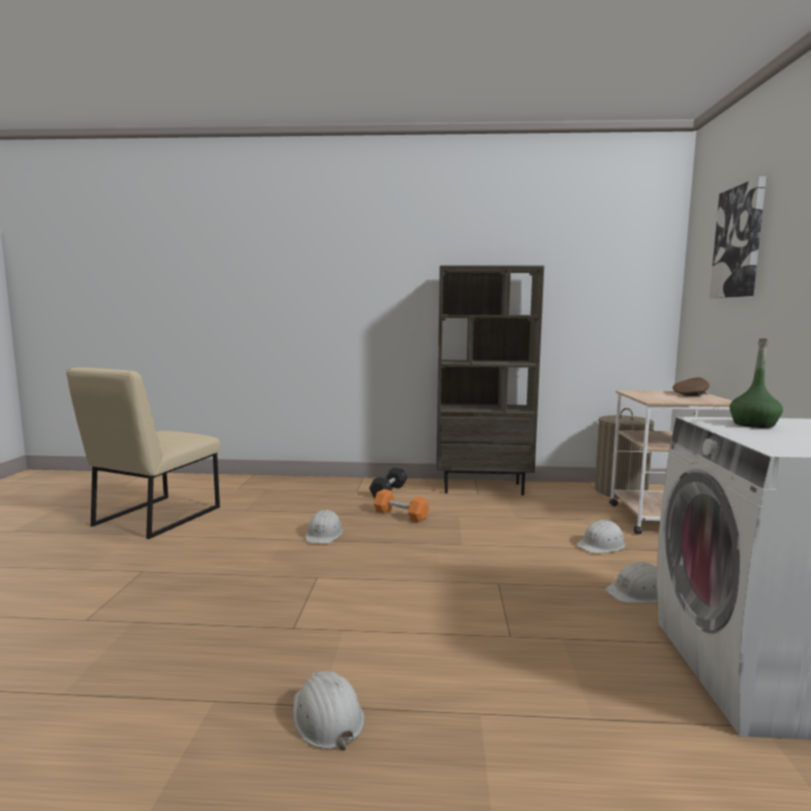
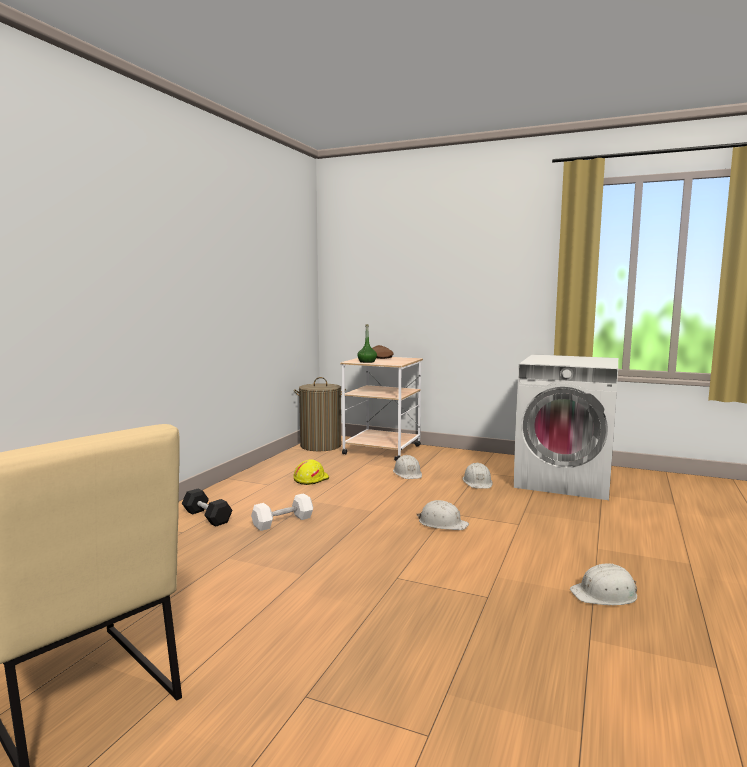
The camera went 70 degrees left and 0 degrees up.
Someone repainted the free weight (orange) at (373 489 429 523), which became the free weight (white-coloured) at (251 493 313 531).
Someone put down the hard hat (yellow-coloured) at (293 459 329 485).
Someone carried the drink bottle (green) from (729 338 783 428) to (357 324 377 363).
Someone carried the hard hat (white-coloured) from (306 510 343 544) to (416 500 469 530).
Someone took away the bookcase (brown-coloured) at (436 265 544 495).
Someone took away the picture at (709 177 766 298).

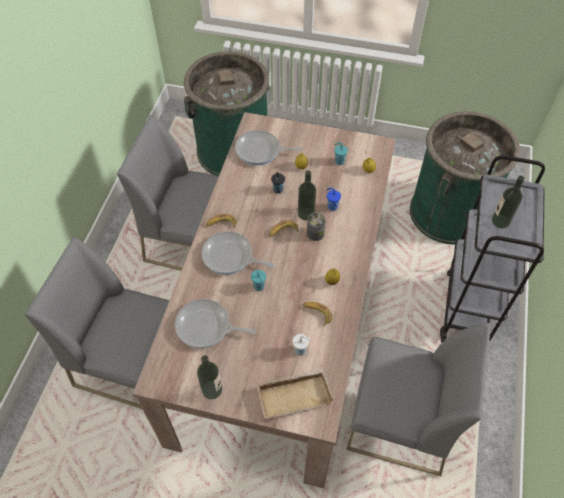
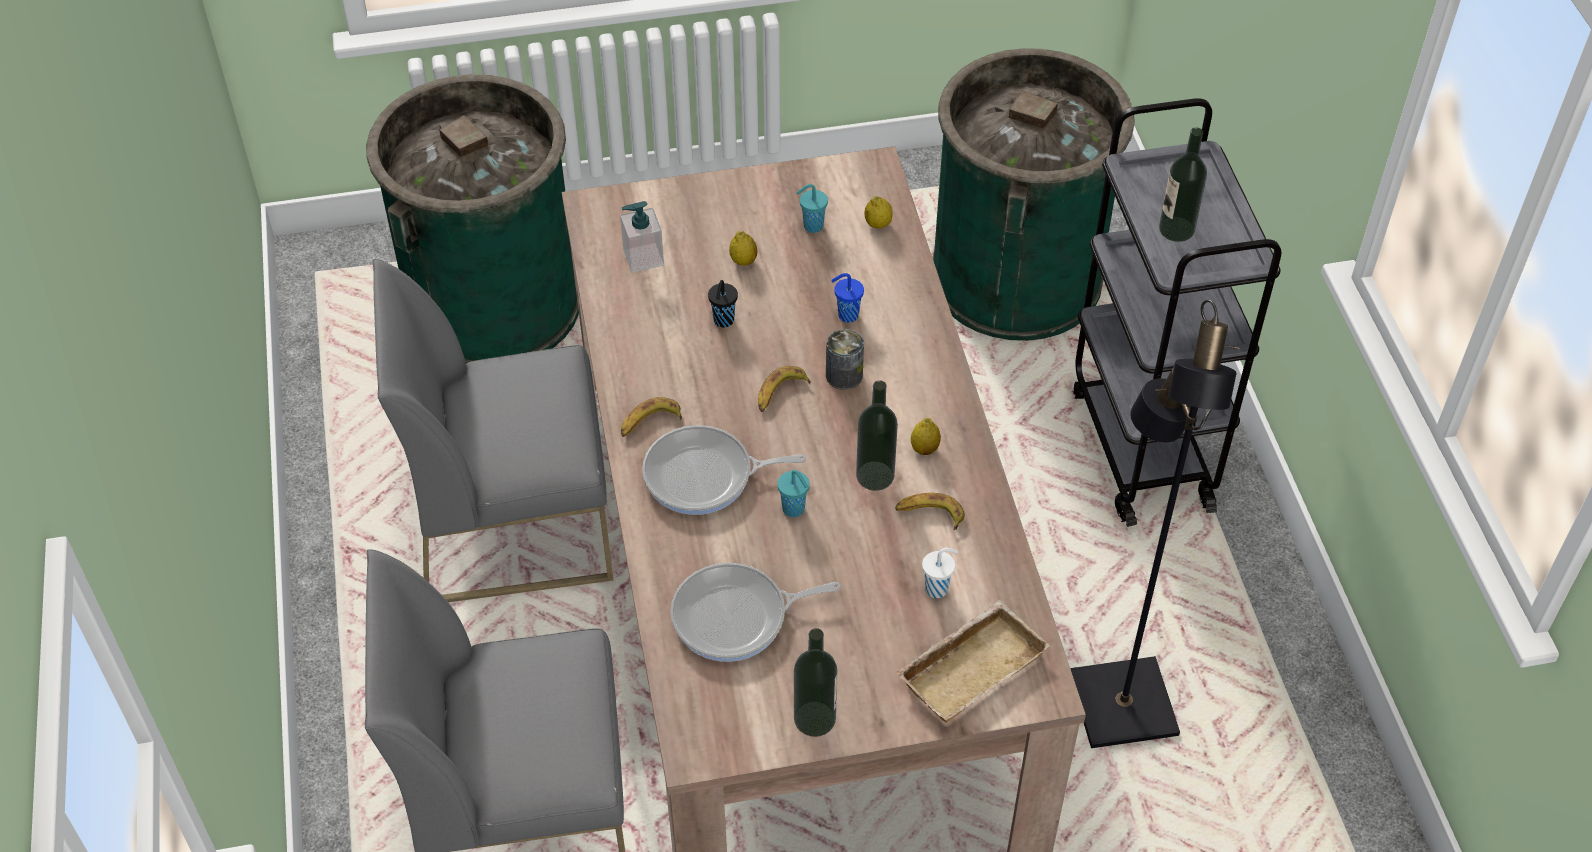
The camera went 25 degrees left and 5 degrees down.
Someone swapped the frying pan at (235 130 303 165) for the liquid soap bottle at (620 201 664 273).
Someone carried the drink bottle from (298 170 316 220) to (856 380 898 491).
Someone swapped the plain chair (greyish) at (346 323 491 476) for the standing lamp (black-coloured) at (1070 299 1240 748).

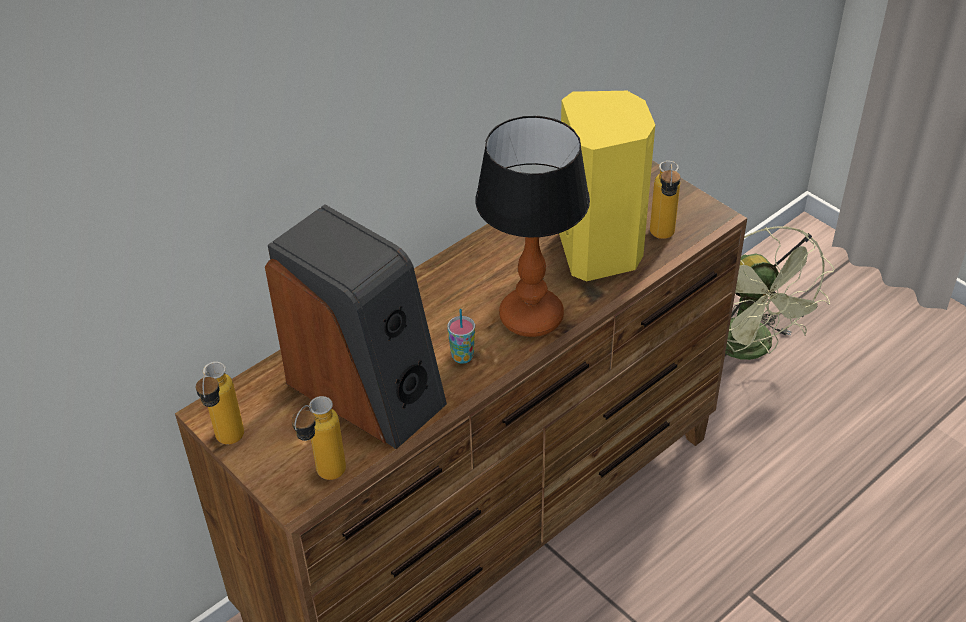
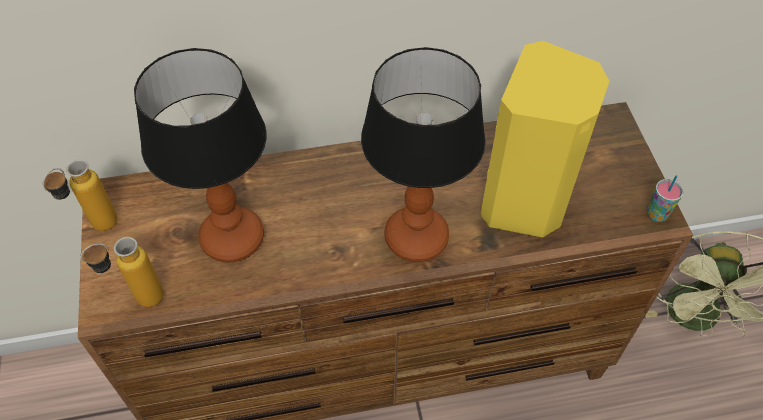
The camera went 30 degrees right and 10 degrees up.
Someone swapped the speaker at (265 204 447 449) for the table lamp at (134 48 267 263).
Someone carried the small cup from (447 309 475 364) to (647 175 683 222).
Someone took away the drink bottle at (650 161 680 239).

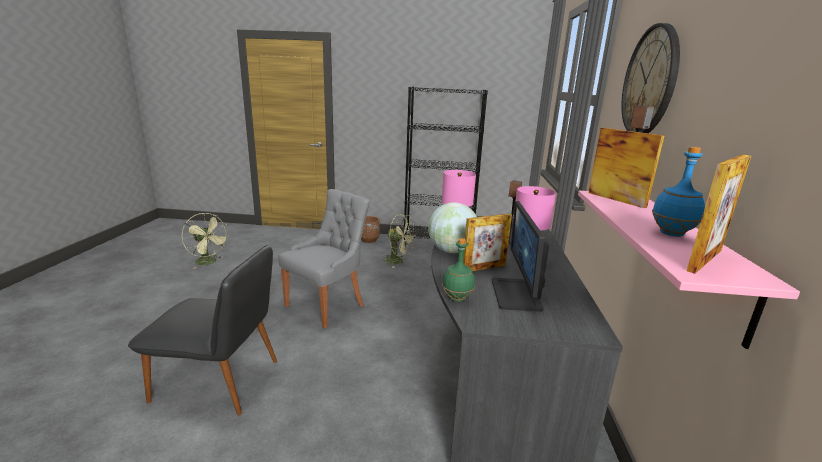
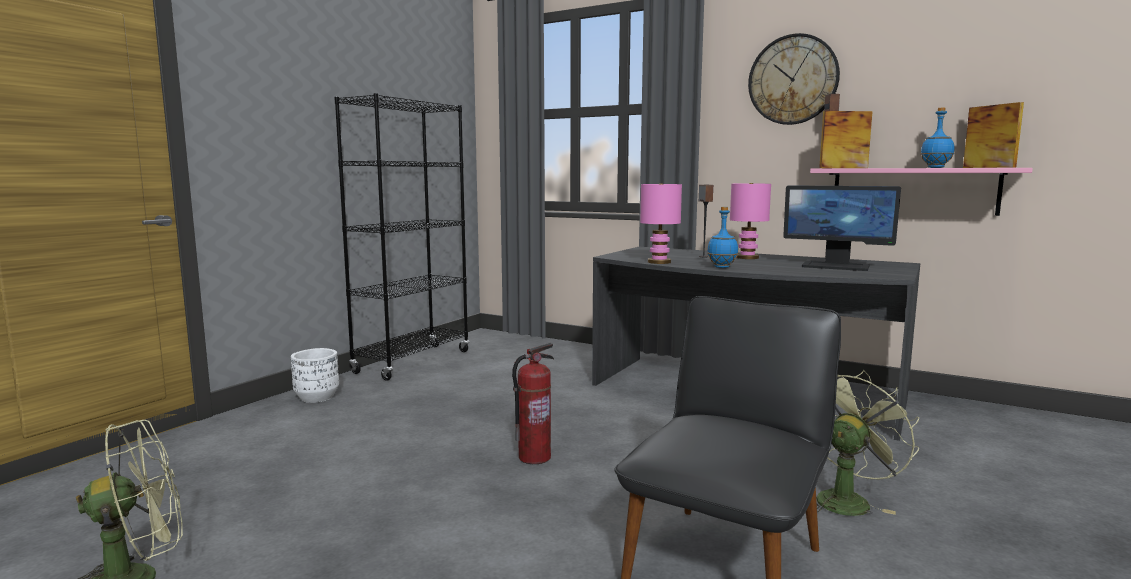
The camera went 65 degrees left and 10 degrees down.
Someone repainted the plant pot (brown-coloured) at (361 216 380 243), which became the plant pot (white-coloured) at (291 348 339 403).
Someone swapped the plain chair (greyish) at (278 189 370 328) for the fire-fighting cylinder at (512 343 554 464).
Someone swapped the globe at (428 202 477 253) for the drink bottle (blue) at (707 207 738 268).
Someone carried the cooling fan (green) from (385 214 415 268) to (816 370 919 516).
Someone took away the drink bottle (green) at (442 238 475 302).
Someone took away the picture frame at (463 214 512 271).

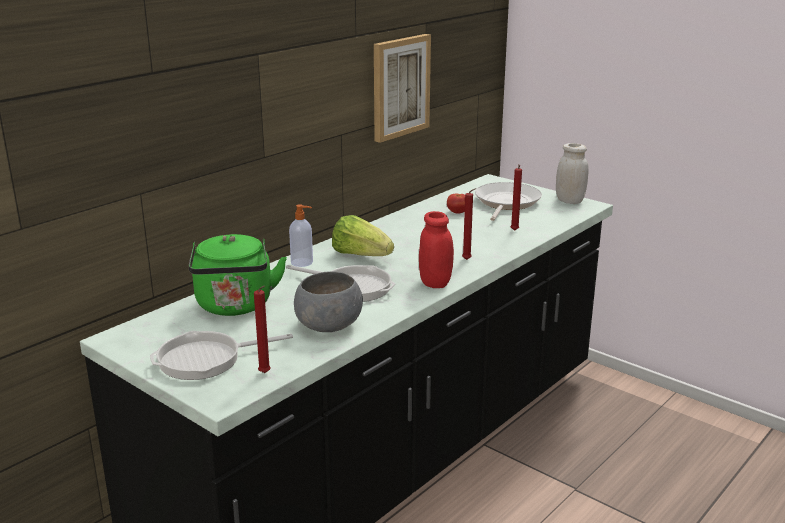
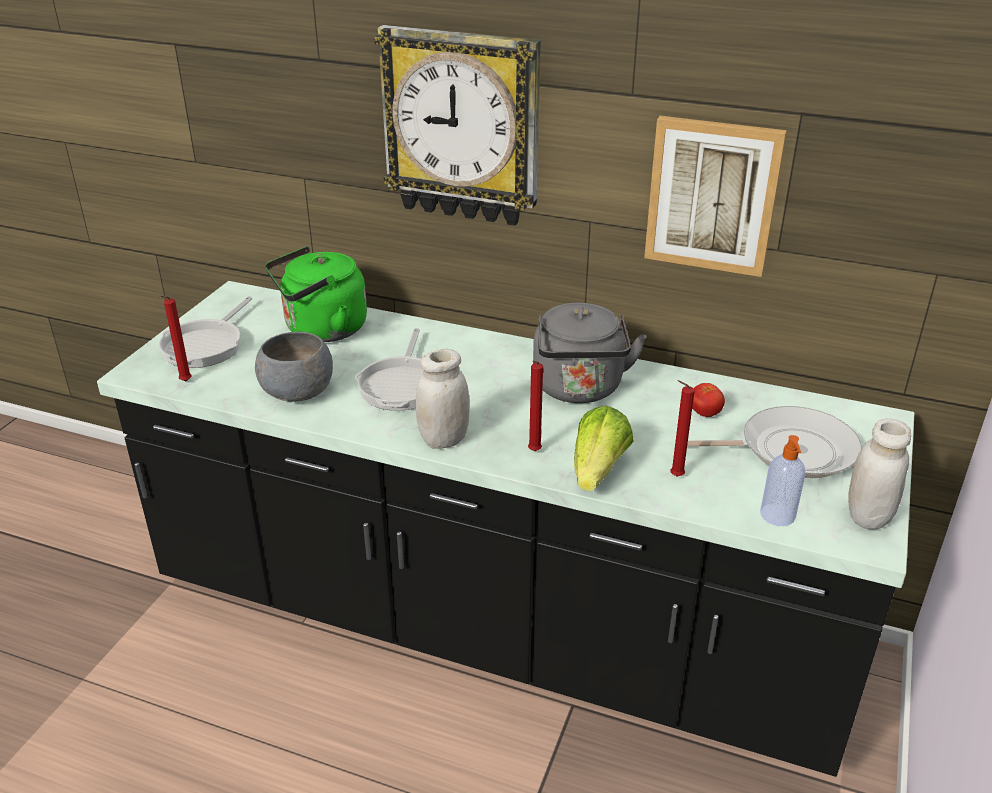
The camera went 70 degrees right and 10 degrees up.
Someone rotated the frying pan at (150 331 293 380) by 120 degrees counterclockwise.
Someone put up the clock on the wall at (374 25 541 226).
Someone repainted the storage jar (red) at (419 211 454 288), which became the storage jar (white-coloured) at (416 349 470 449).
Someone put down the tea kettle (greyish) at (533 303 647 403).
Someone carried the head of lettuce from (332 215 394 256) to (574 406 634 491).
Someone carried the liquid soap bottle from (289 204 313 267) to (760 435 805 526).

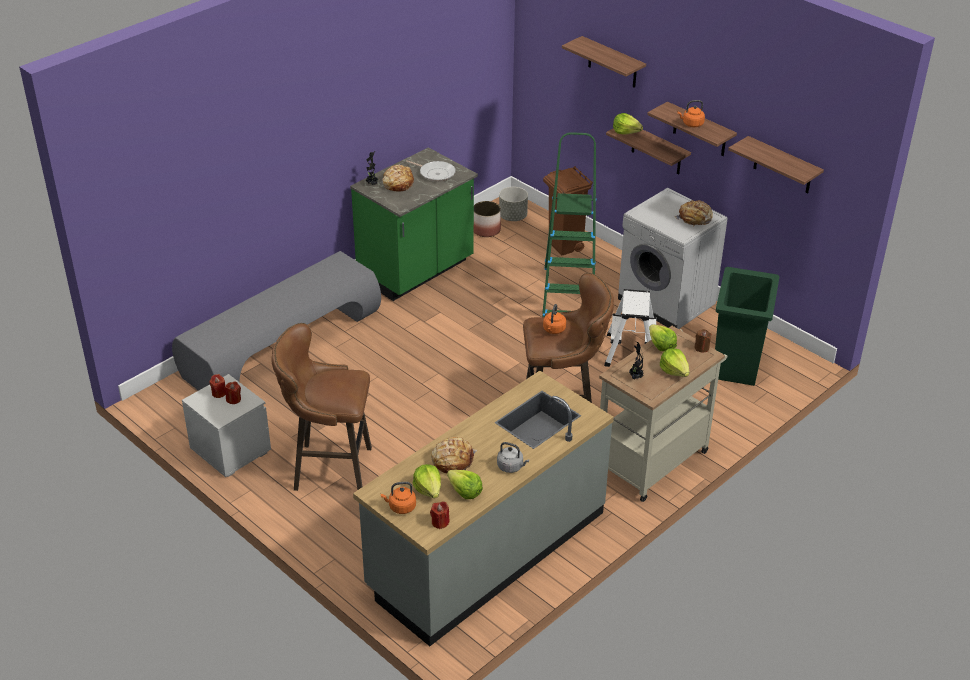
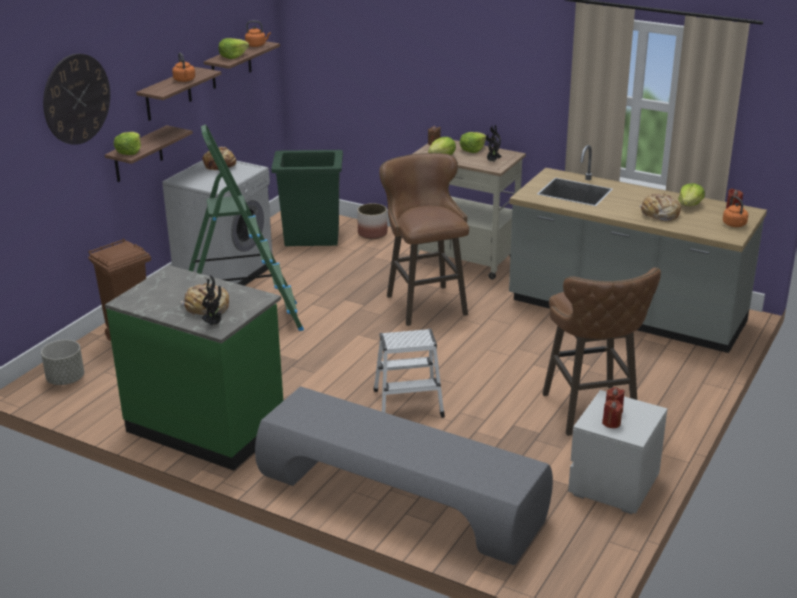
The camera went 105 degrees left and 10 degrees down.
Someone swapped the bracket shelf at (562 36 646 88) for the clock on the wall at (43 54 110 145).
Someone carried the head of lettuce from (412 464 441 498) to (219 38 249 59).
Someone carried the tea kettle (orange) from (543 304 566 334) to (245 21 271 47).
Someone carried the plant pot from (474 201 501 237) to (357 203 387 239).
Someone carried the step stool (white-coloured) from (604 289 657 367) to (373 329 445 418).
Someone took away the frying pan at (406 160 456 182).
Someone took away the tea kettle (greyish) at (497 442 529 473).

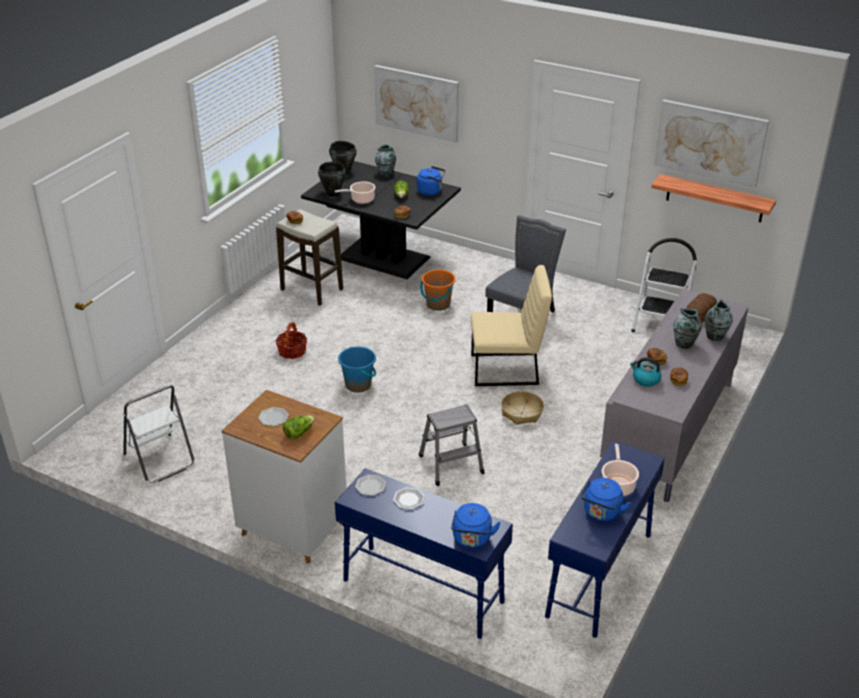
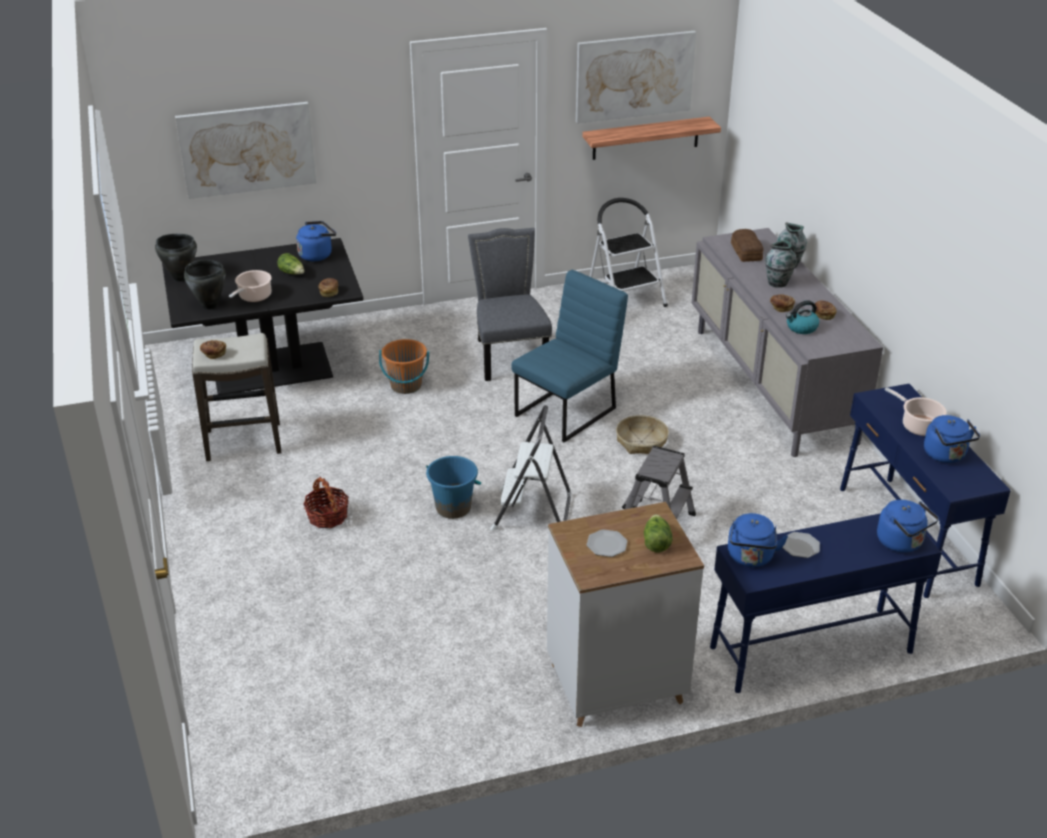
The camera went 45 degrees left and 0 degrees up.
Someone carried the step stool (white-coloured) from (122 385 196 487) to (490 405 572 530).
Someone repainted the plain chair (beige) at (471 265 552 386), which became the plain chair (blue) at (512 270 628 443).
Someone swapped the flat dish at (355 475 386 496) for the tea kettle (blue) at (728 513 788 567).
Someone took away the decorative vase at (375 144 396 177).

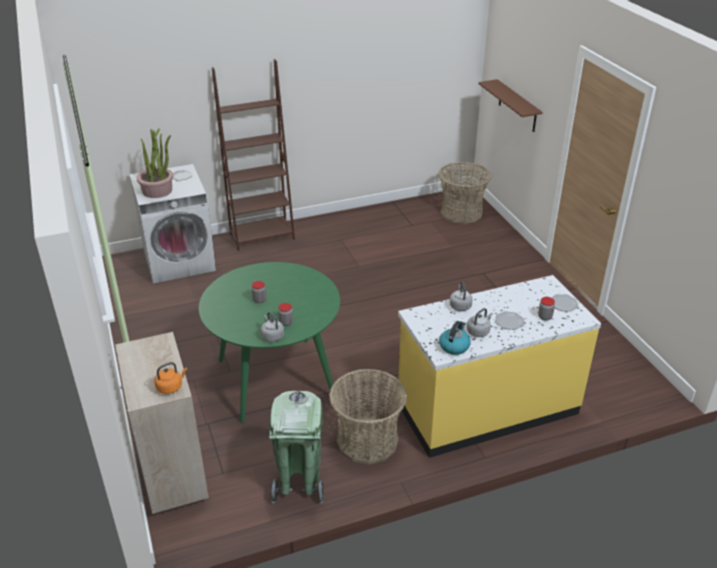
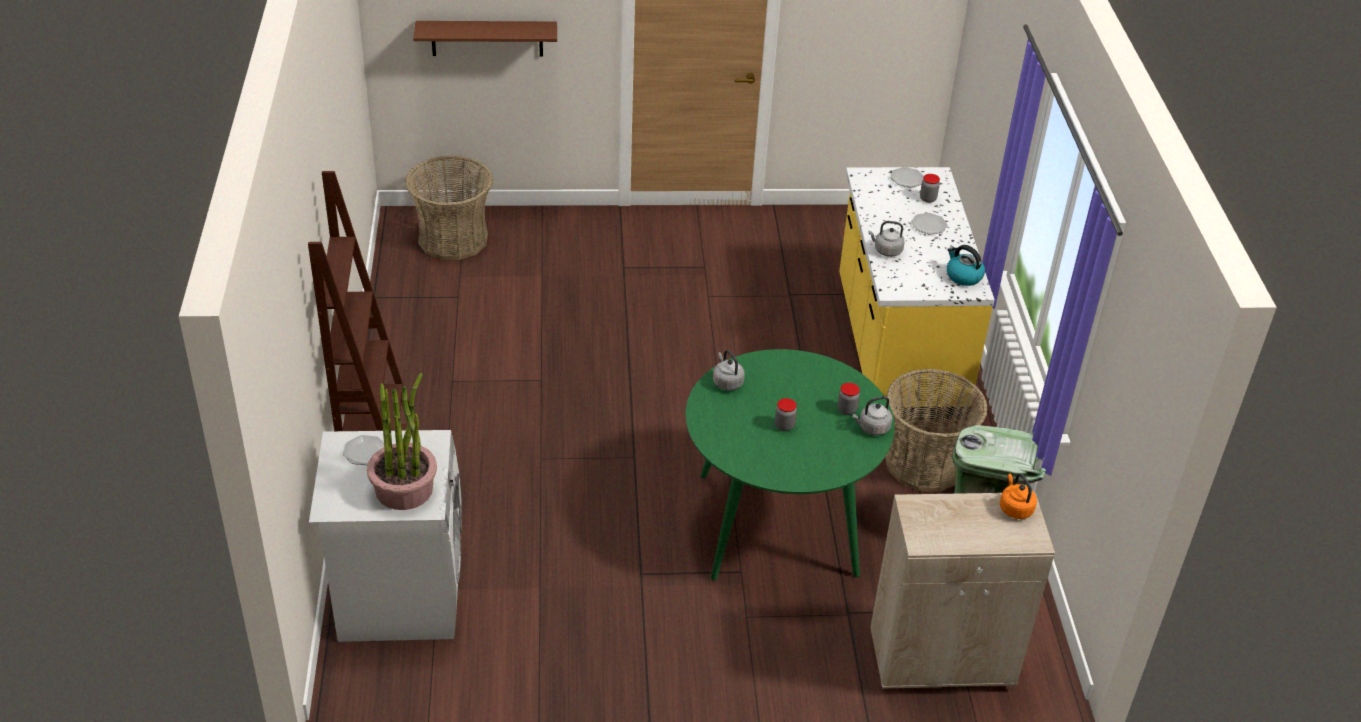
The camera went 75 degrees left and 5 degrees up.
Someone carried the tea kettle (greyish) from (467 308 493 337) to (713 350 745 391).

